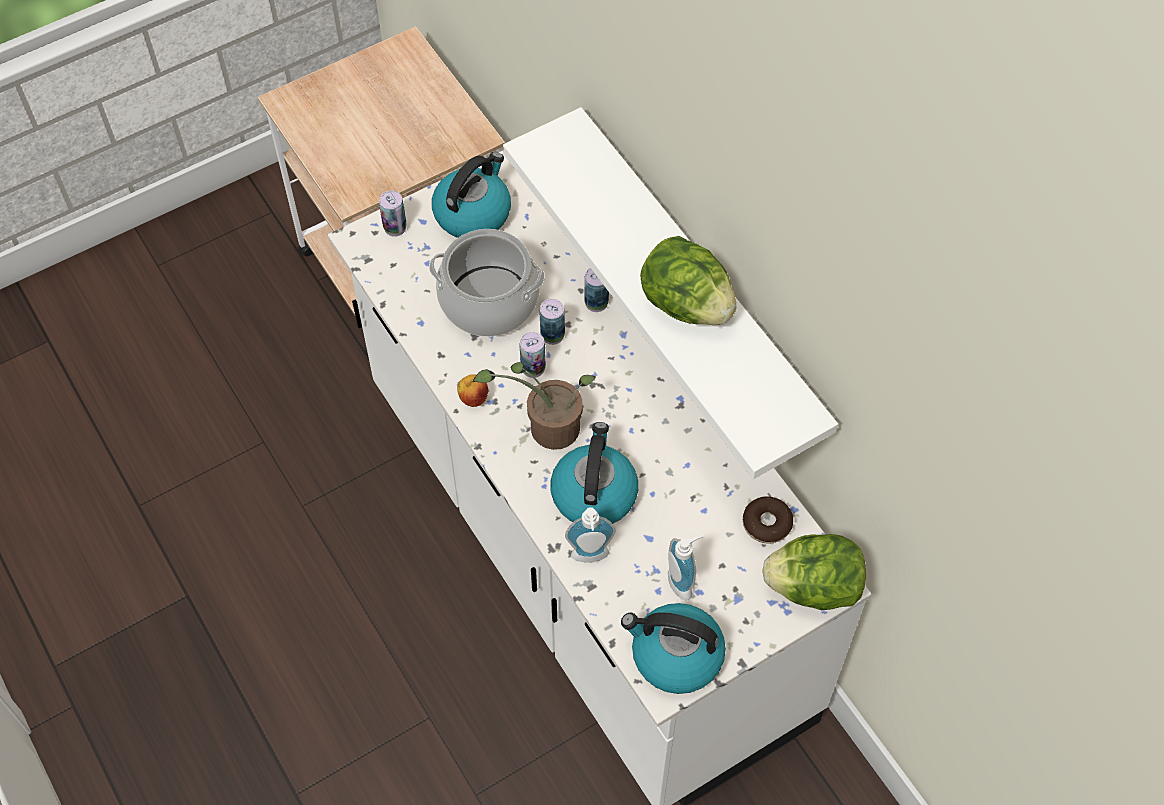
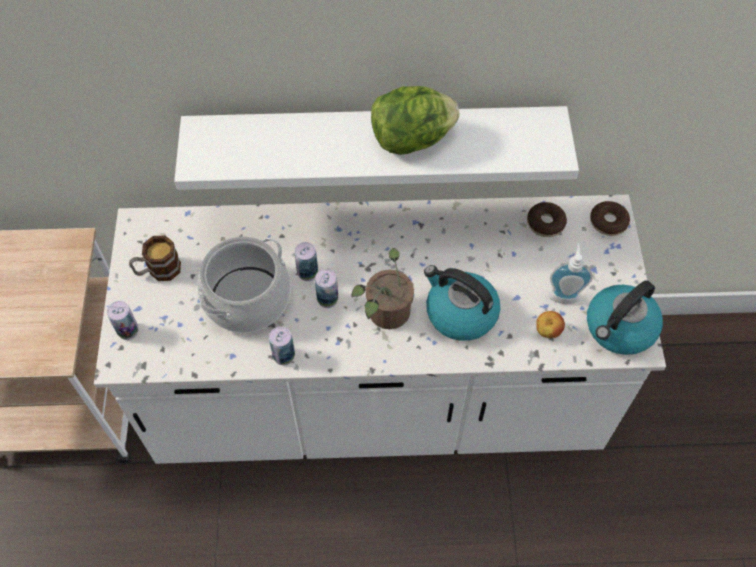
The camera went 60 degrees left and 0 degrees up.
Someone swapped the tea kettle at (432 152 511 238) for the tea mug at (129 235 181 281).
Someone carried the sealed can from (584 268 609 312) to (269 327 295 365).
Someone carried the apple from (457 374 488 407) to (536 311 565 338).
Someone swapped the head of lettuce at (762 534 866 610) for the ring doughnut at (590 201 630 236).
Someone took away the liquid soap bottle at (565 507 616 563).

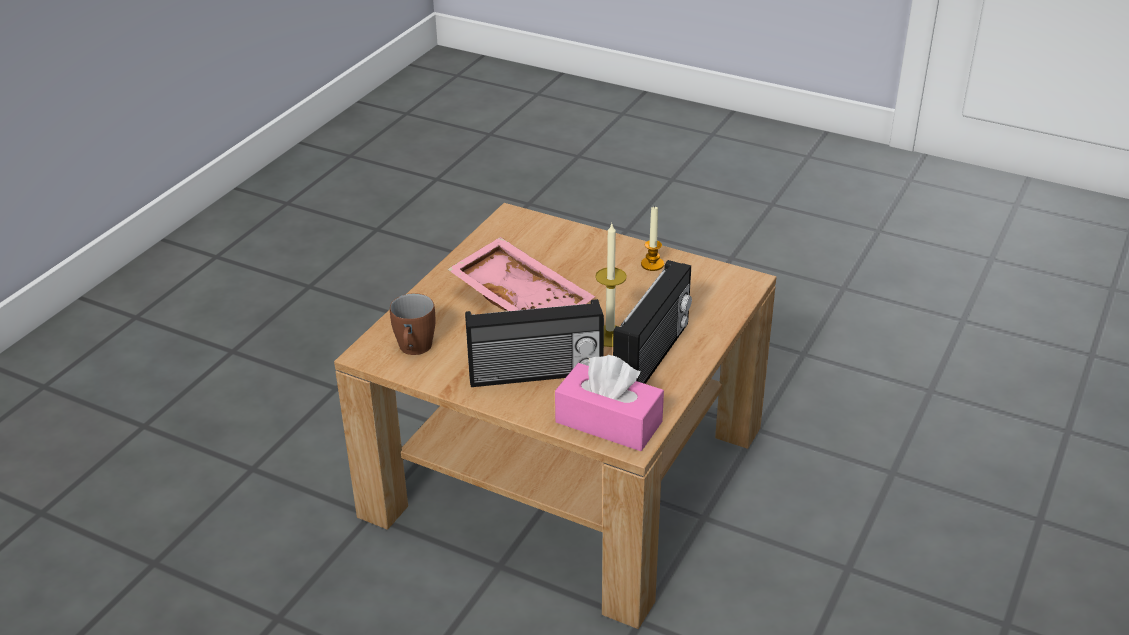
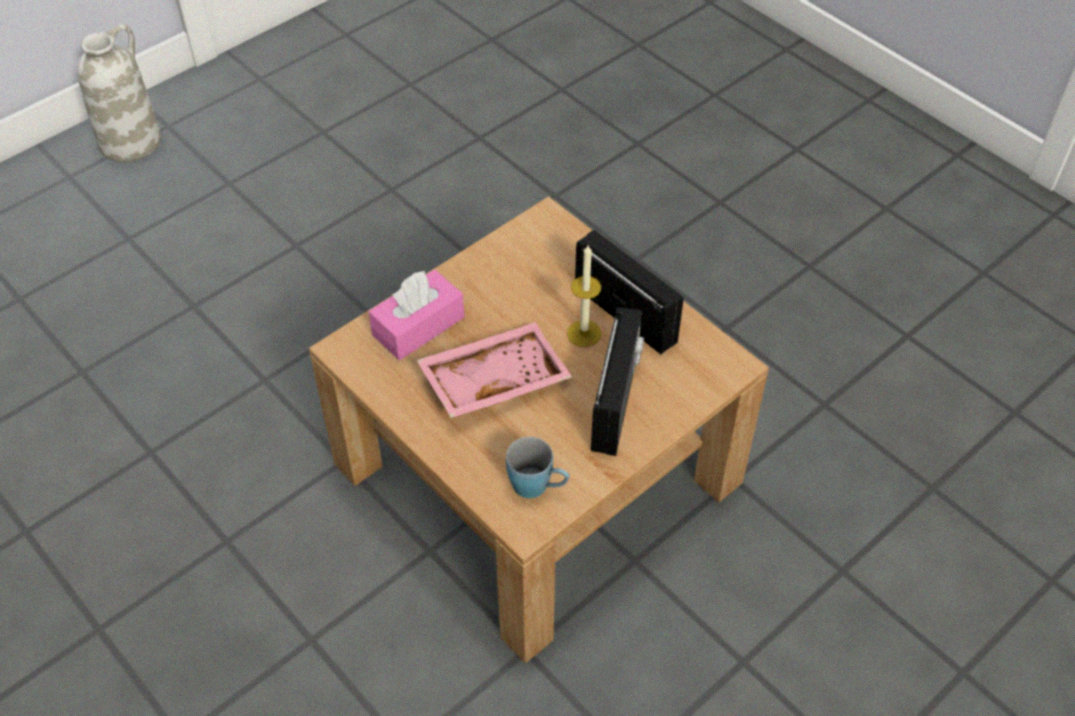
The camera went 70 degrees left and 15 degrees up.
Someone put down the decorative vase (white-coloured) at (77 24 161 162).
Someone carried the tissue box (pink-coloured) from (555 355 664 451) to (369 270 464 360).
Someone repainted the tea mug (brown-coloured) at (390 293 436 355), which became the tea mug (blue) at (506 437 569 498).
Someone took away the candle at (641 206 664 271).

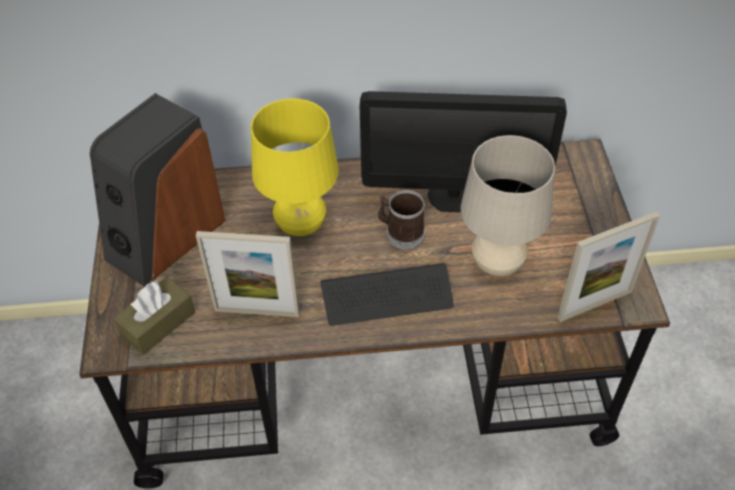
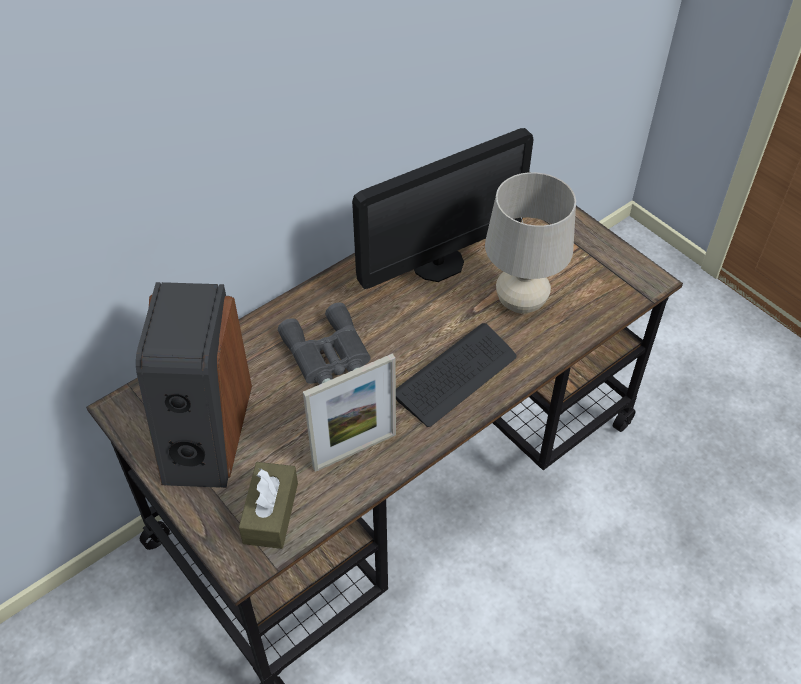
The camera went 35 degrees left and 0 degrees up.
Someone swapped the table lamp (yellow-coloured) at (251 98 339 236) for the field glasses (greyish) at (278 303 371 384).
Someone took away the tea mug at (378 190 425 250).
Someone took away the picture frame at (557 211 660 322).

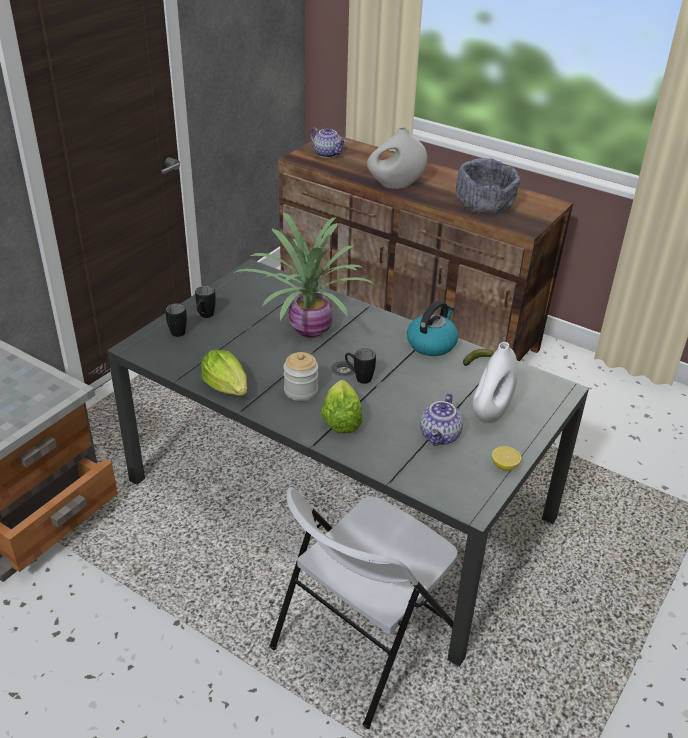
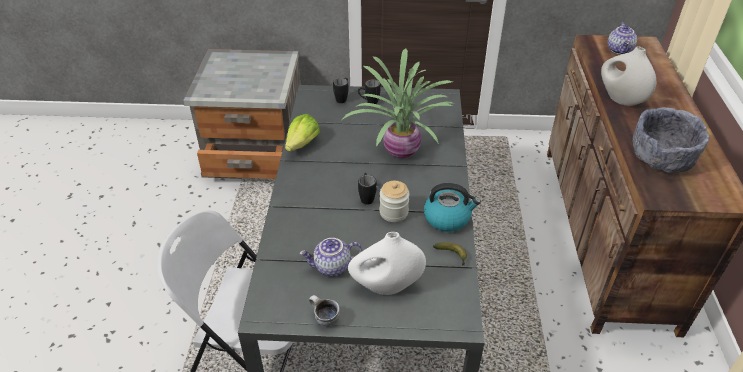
The camera went 60 degrees right and 5 degrees up.
Someone swapped the lemon at (492 446 521 470) for the tea mug at (309 295 340 327).
Someone carried the storage jar from (283 352 318 401) to (379 181 410 222).
Someone took away the head of lettuce at (321 380 363 434).

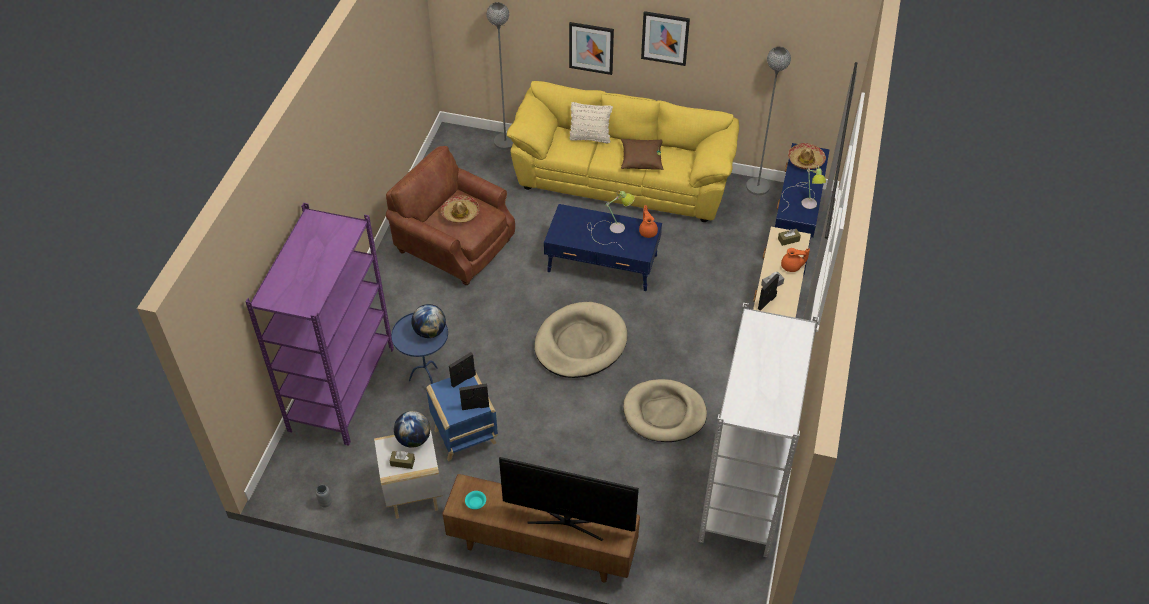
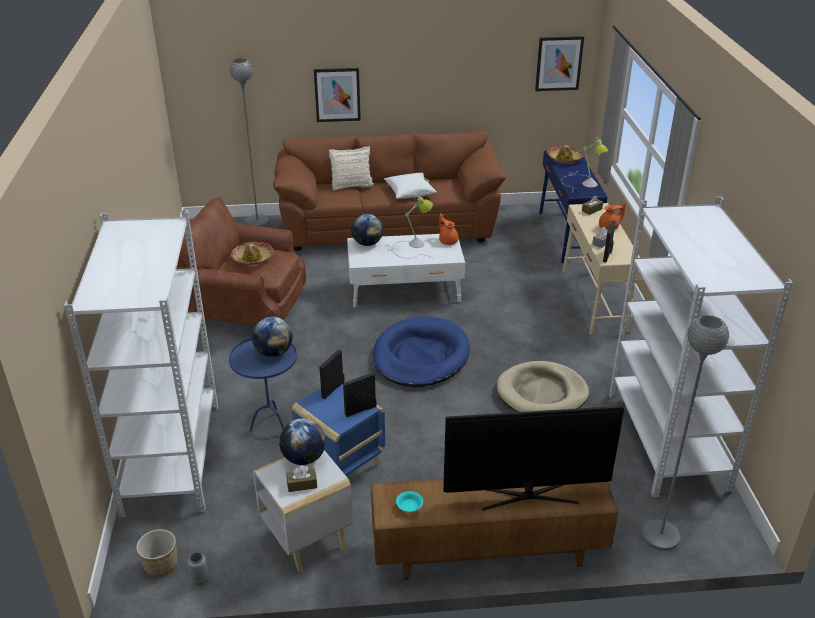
The camera went 20 degrees left and 15 degrees down.
Someone repainted the bookcase (purplish) at (246 203 394 446), which became the bookcase (white-coloured) at (64 210 218 518).
Someone put down the plant pot at (136 529 177 577).
Someone repainted the couch (yellow-coloured) at (507 81 739 222), which became the couch (brown-coloured) at (273 132 506 251).
Someone repainted the lounge table (blue) at (544 204 662 291), which became the lounge table (white-coloured) at (347 234 465 308).
Someone put down the globe at (351 214 383 246).
Someone repainted the dog bed (beige) at (534 302 627 378), which became the dog bed (blue) at (373 316 470 387).
Someone repainted the cushion (brown-coloured) at (621 139 663 170), which became the cushion (white-coloured) at (384 173 437 199).
Someone carried the picture from (641 11 690 66) to (535 36 584 91).
Someone carried the standing lamp (greyish) from (746 47 791 195) to (642 315 729 551).

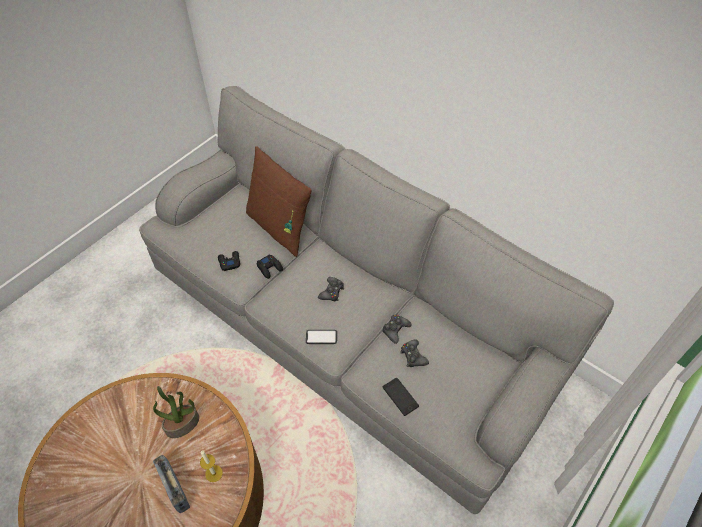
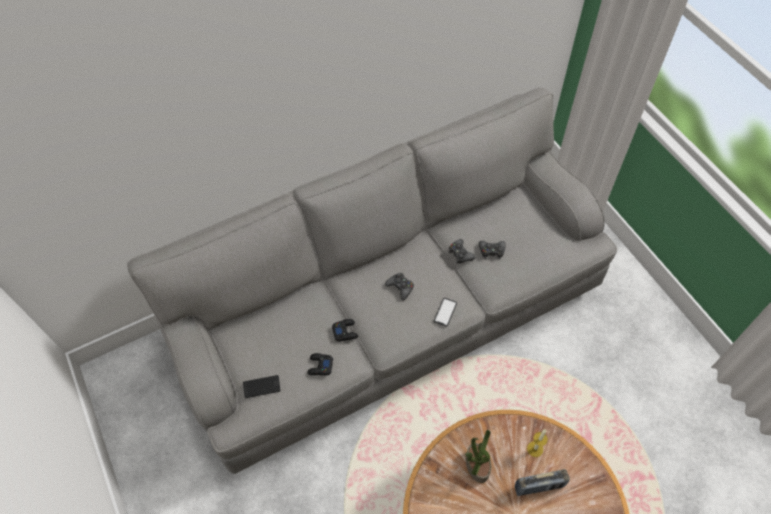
The camera went 65 degrees left and 5 degrees up.
Someone carried the phone from (383 378 419 416) to (243 375 281 398).
Someone took away the cushion (brown-coloured) at (246 146 312 257).

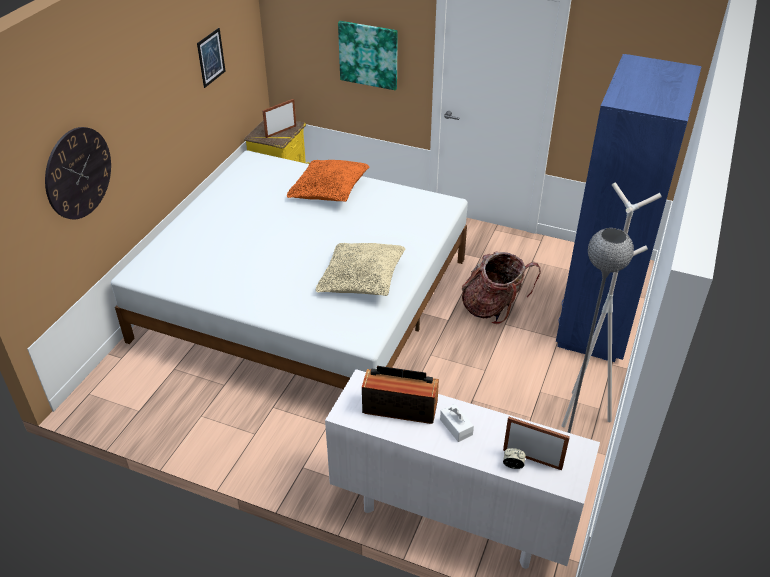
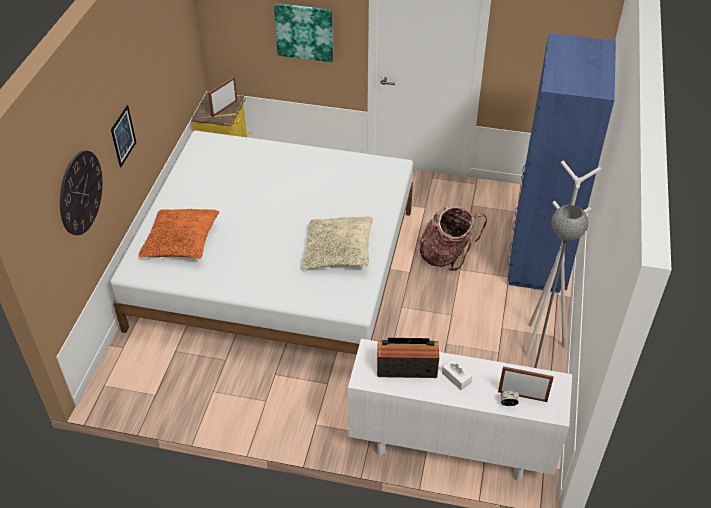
The camera went 10 degrees left and 5 degrees up.
Someone carried the picture from (197 28 225 88) to (111 105 136 167).
Someone carried the cushion (orange) from (287 160 369 202) to (139 209 219 258).

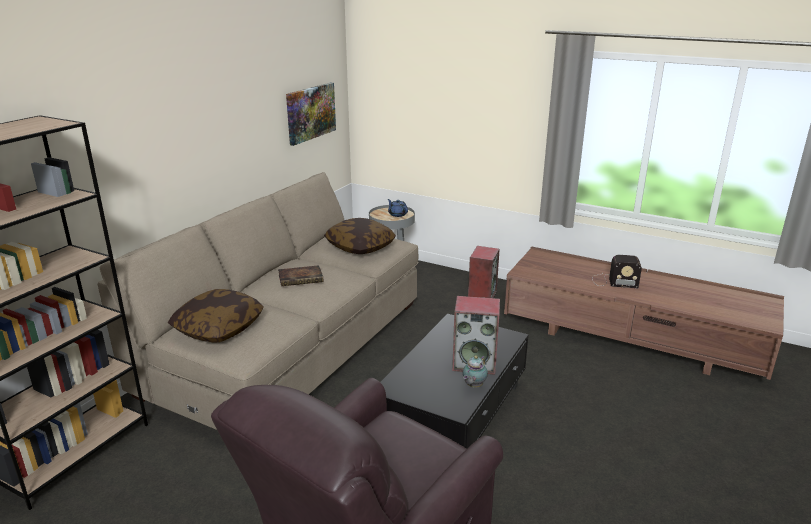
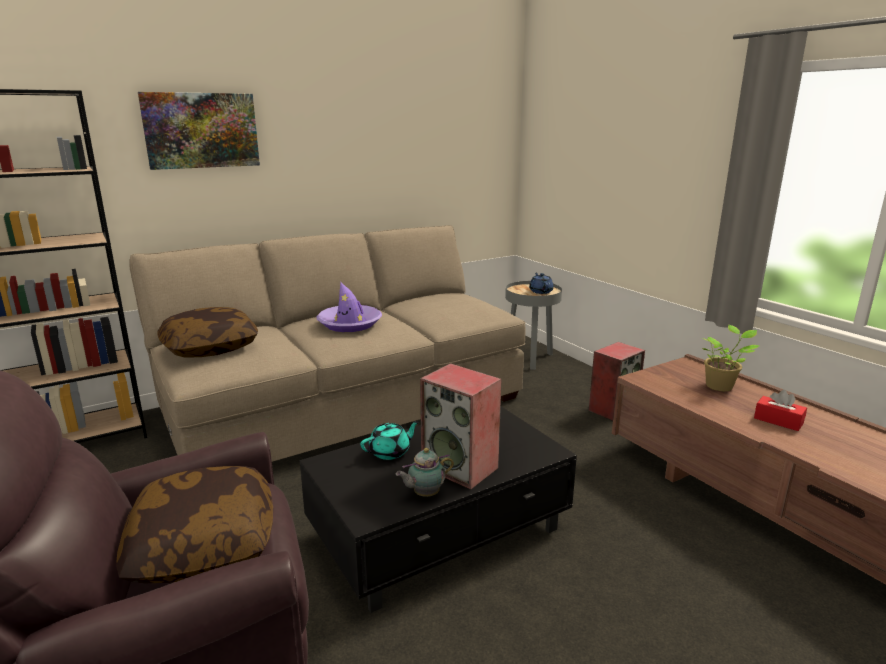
The camera went 30 degrees right and 5 degrees down.
Someone carried the cushion from (324 218 396 254) to (116 466 273 583).
Someone carried the picture from (286 83 336 146) to (138 92 260 170).
Someone swapped the volume at (278 265 323 286) for the clothing hat (purplish) at (316 282 382 332).
Someone put down the tea pot (turquoise-coloured) at (360 421 419 460).
Someone put down the houseplant at (702 325 759 391).
Someone swapped the radio at (592 255 642 288) for the tissue box (red) at (754 390 807 431).

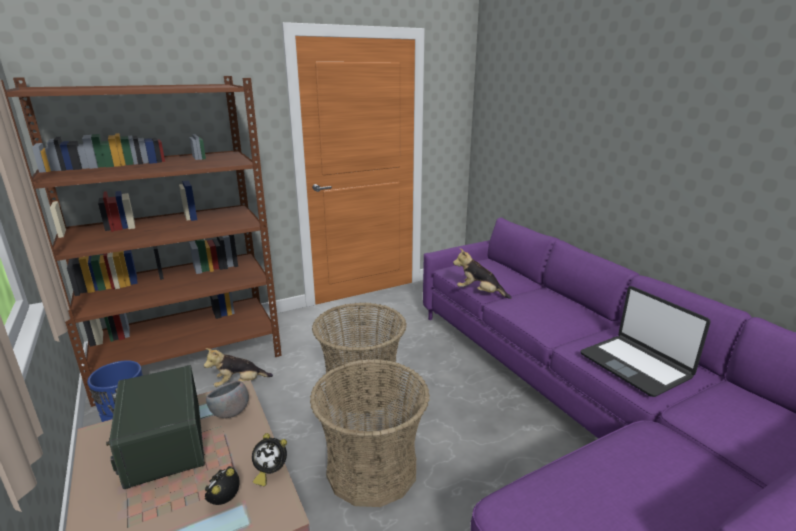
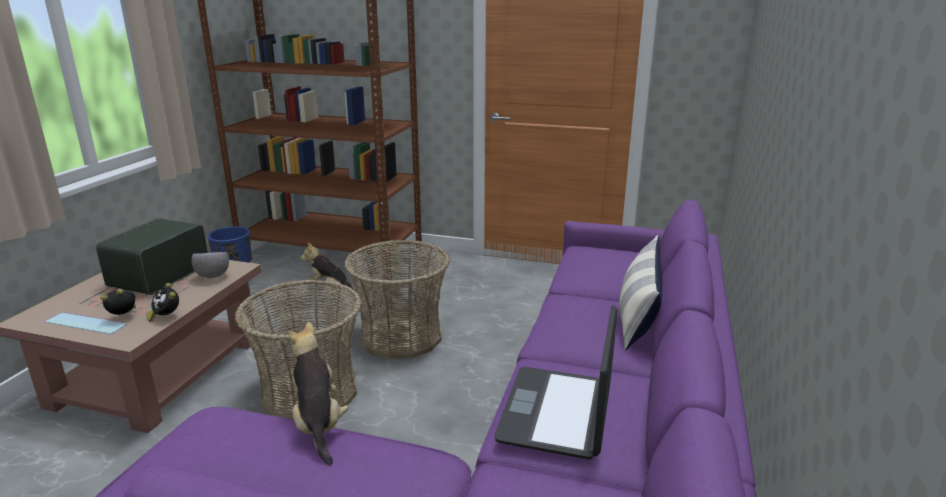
The camera went 45 degrees right and 0 degrees up.
Someone carried the cuddly toy from (453 248 512 299) to (287 321 349 465).
Someone put down the cushion at (619 235 662 351).

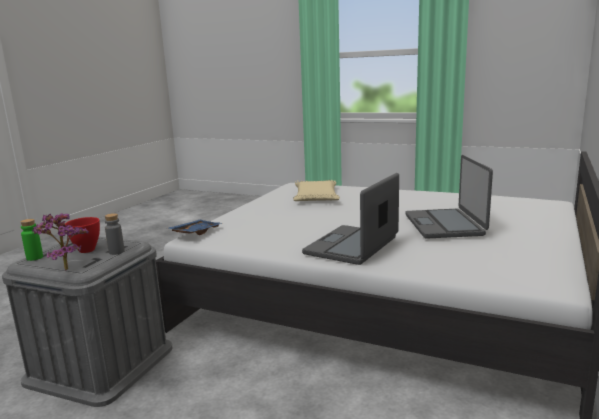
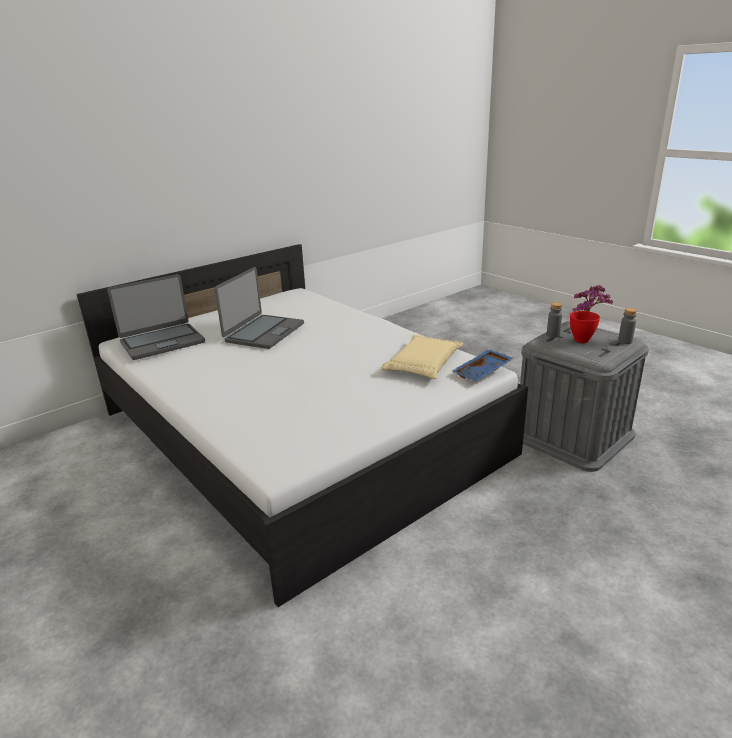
The camera went 155 degrees left and 10 degrees up.
Someone carried the notebook computer from (302 173 399 265) to (107 274 205 360).
Someone carried the cushion (beige) from (293 180 340 201) to (381 335 463 379).
Someone repainted the drink bottle (green) at (20 219 43 261), which became the drink bottle (greyish) at (618 308 637 344).

